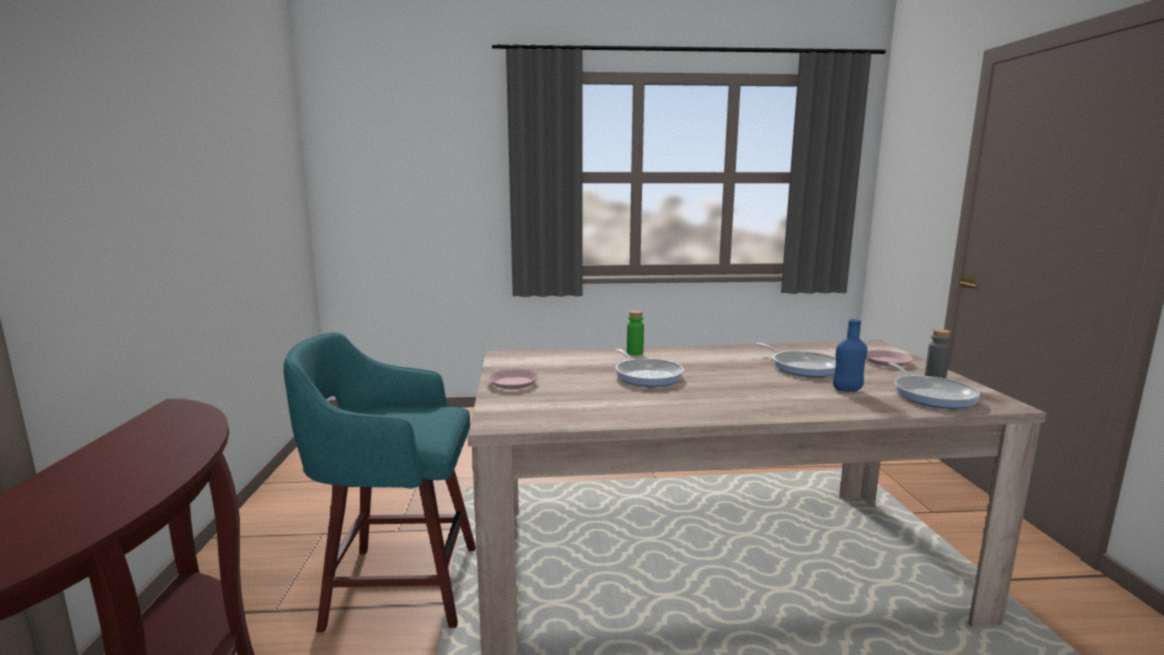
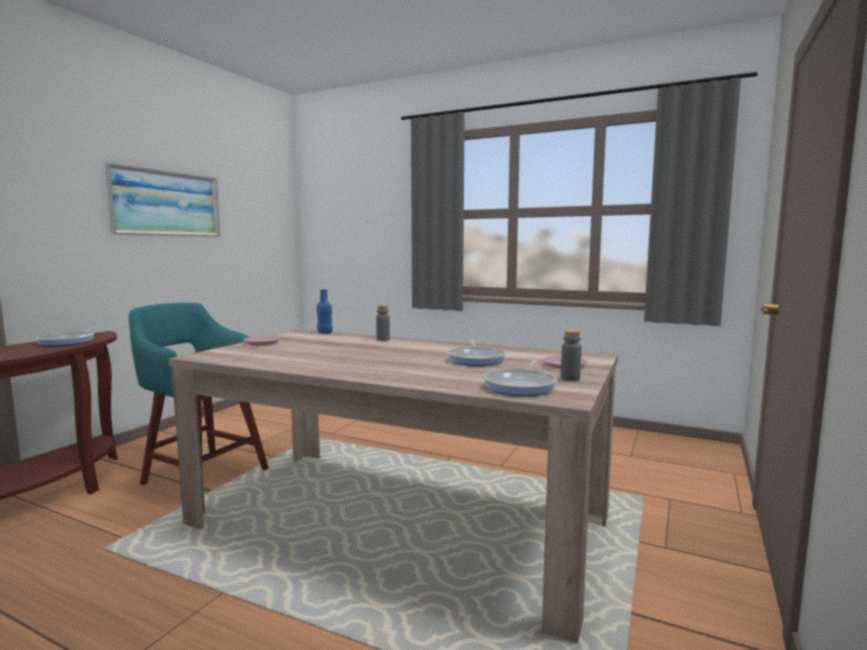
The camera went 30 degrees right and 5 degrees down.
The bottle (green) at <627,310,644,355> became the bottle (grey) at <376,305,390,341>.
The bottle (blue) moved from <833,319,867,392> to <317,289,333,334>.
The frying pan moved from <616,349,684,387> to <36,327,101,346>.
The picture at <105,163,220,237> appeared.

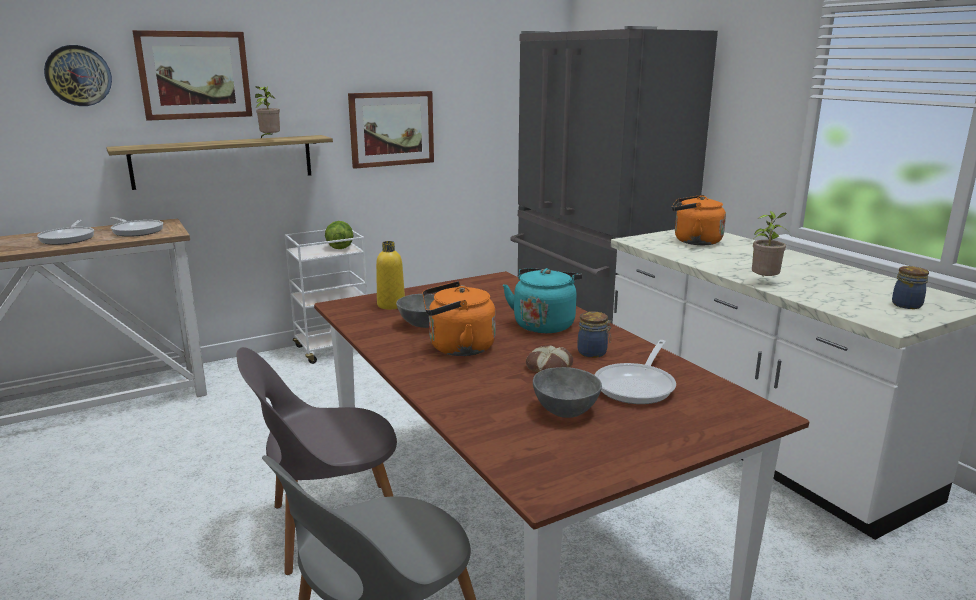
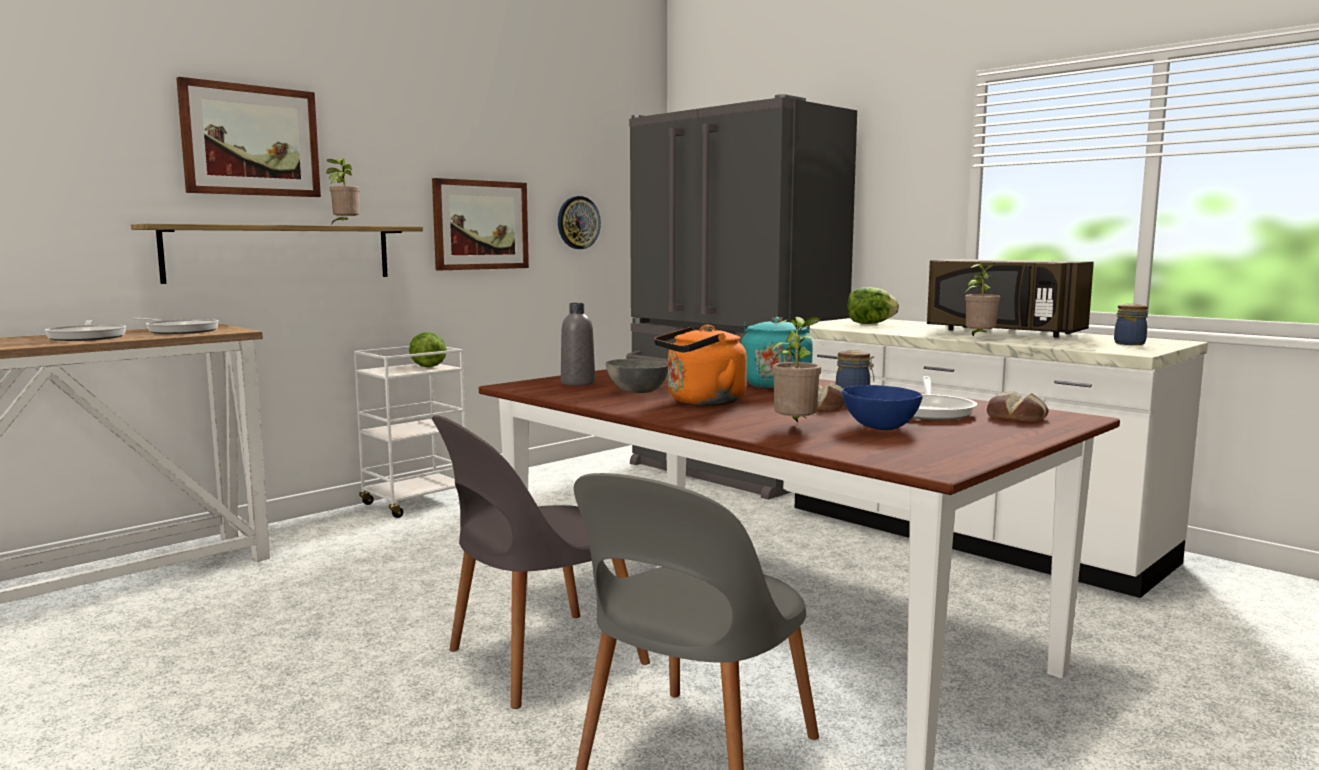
The camera went 15 degrees left and 10 degrees down.
The wall clock moved from <44,45,112,106> to <558,196,601,249>.
The kettle (orange) at <672,195,726,245> was replaced by the lettuce at <848,287,899,324>.
The bottle (yellow) at <376,241,405,310> became the bottle (grey) at <561,303,595,386>.
The bowl (grey) at <533,367,602,418> became the bowl (blue) at <842,385,923,430>.
The microwave (brown) at <927,259,1094,337> appeared.
The potted plant at <771,317,823,422> appeared.
The bread at <987,391,1048,422> appeared.

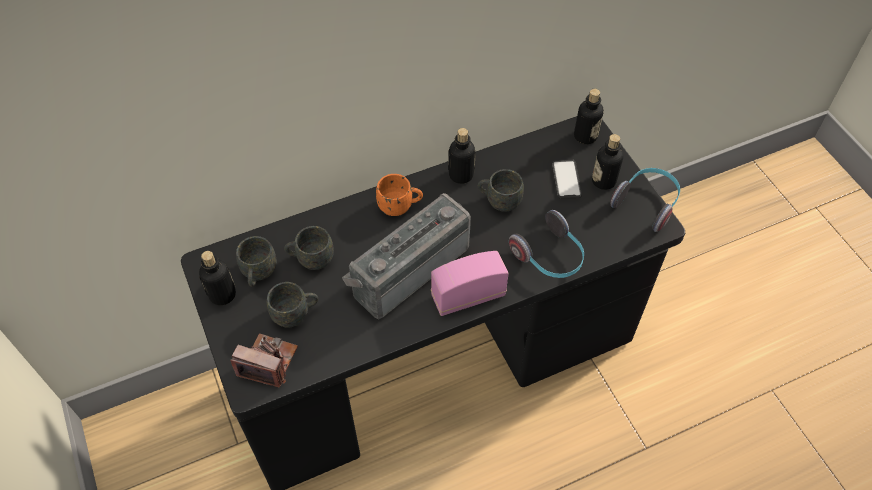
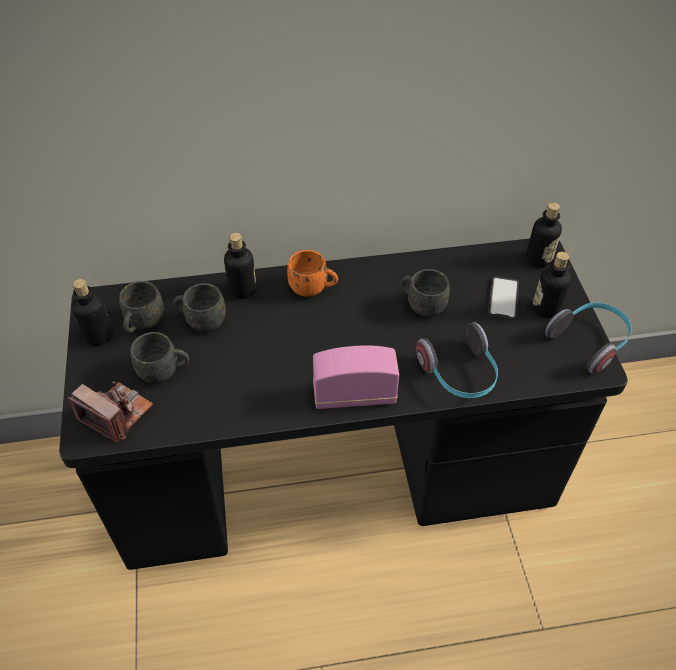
The camera went 15 degrees right and 5 degrees down.
The bottle moved from <448,128,476,184> to <224,233,256,299>.
The radio at <342,193,471,319> disappeared.

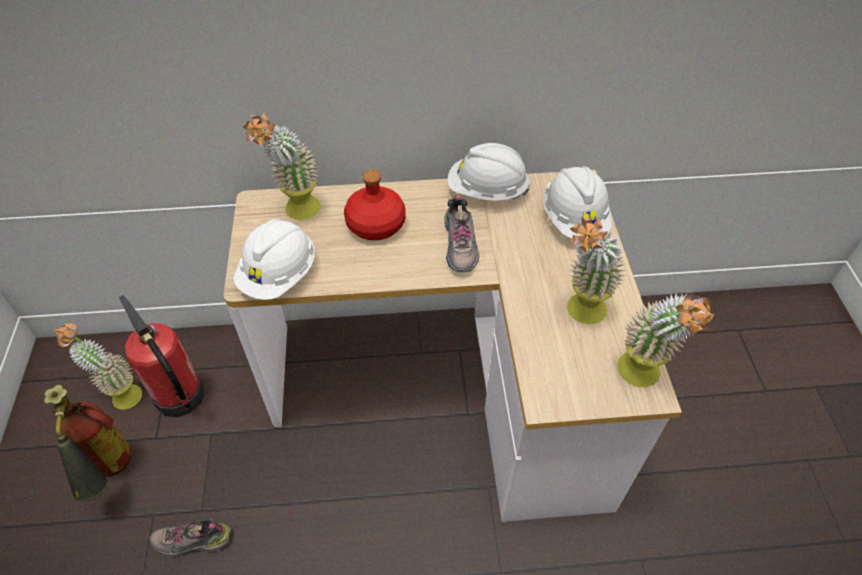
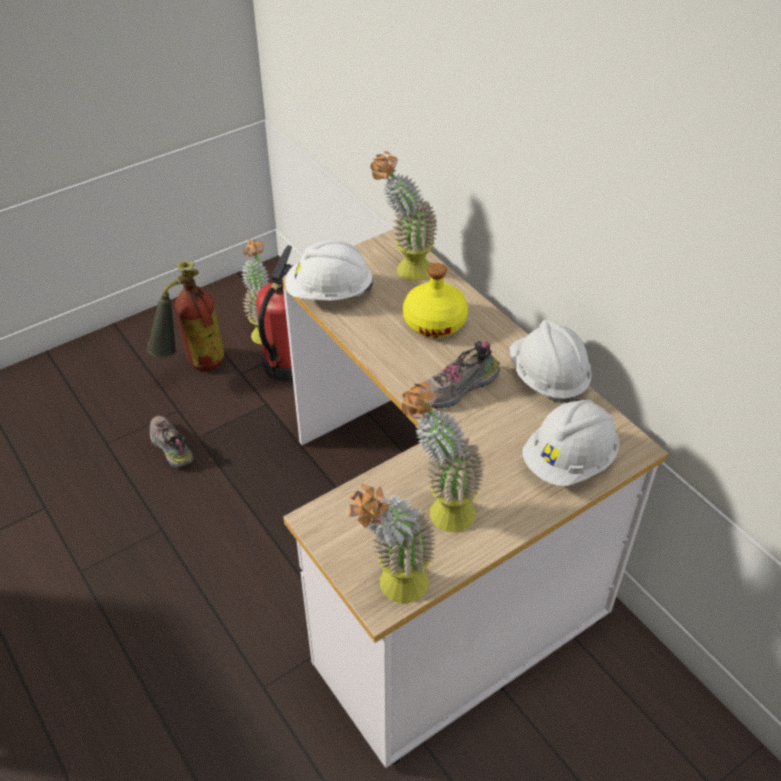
The camera went 60 degrees right and 5 degrees down.
The bottle (red) at <344,170,406,240> became the bottle (yellow) at <403,263,468,338>.

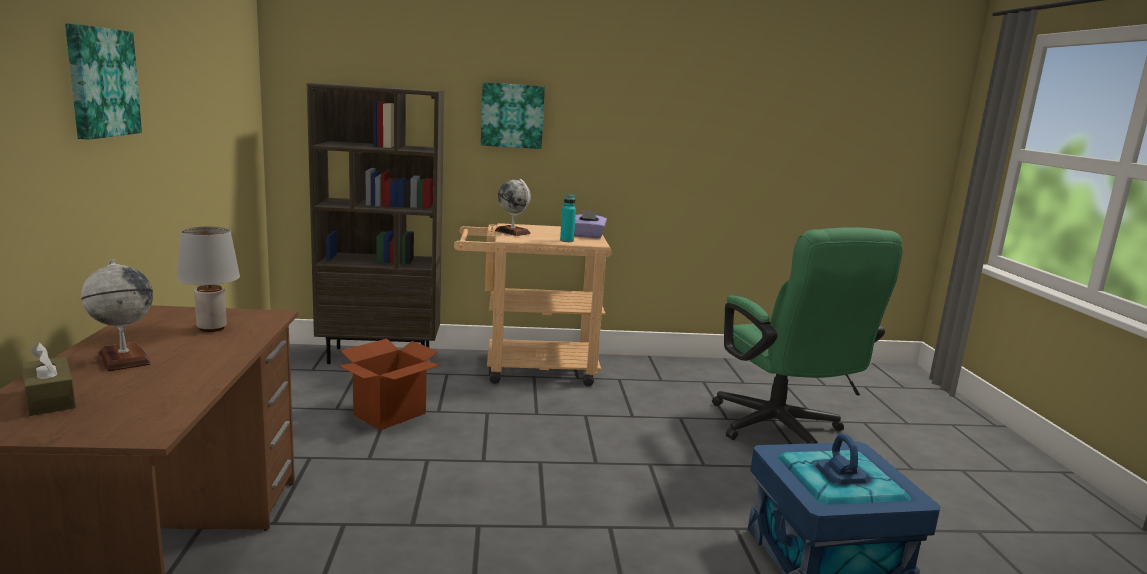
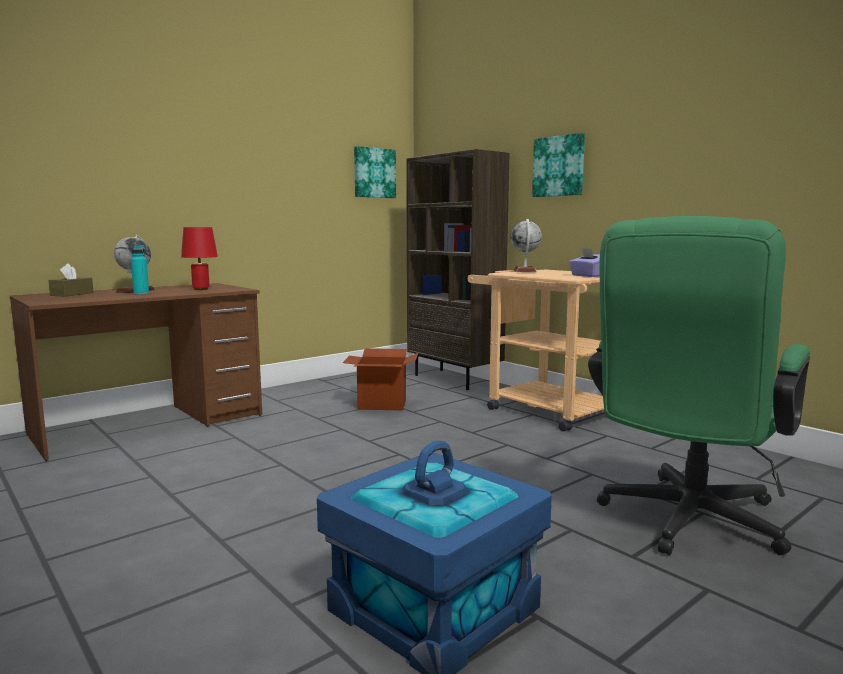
The camera went 55 degrees right and 5 degrees down.
The picture moved from <65,23,142,140> to <354,146,396,198>.
The bottle (turquoise) moved from <560,194,576,242> to <131,245,149,295>.
The table lamp (grey) at <177,227,240,332> became the table lamp (red) at <181,227,218,290>.

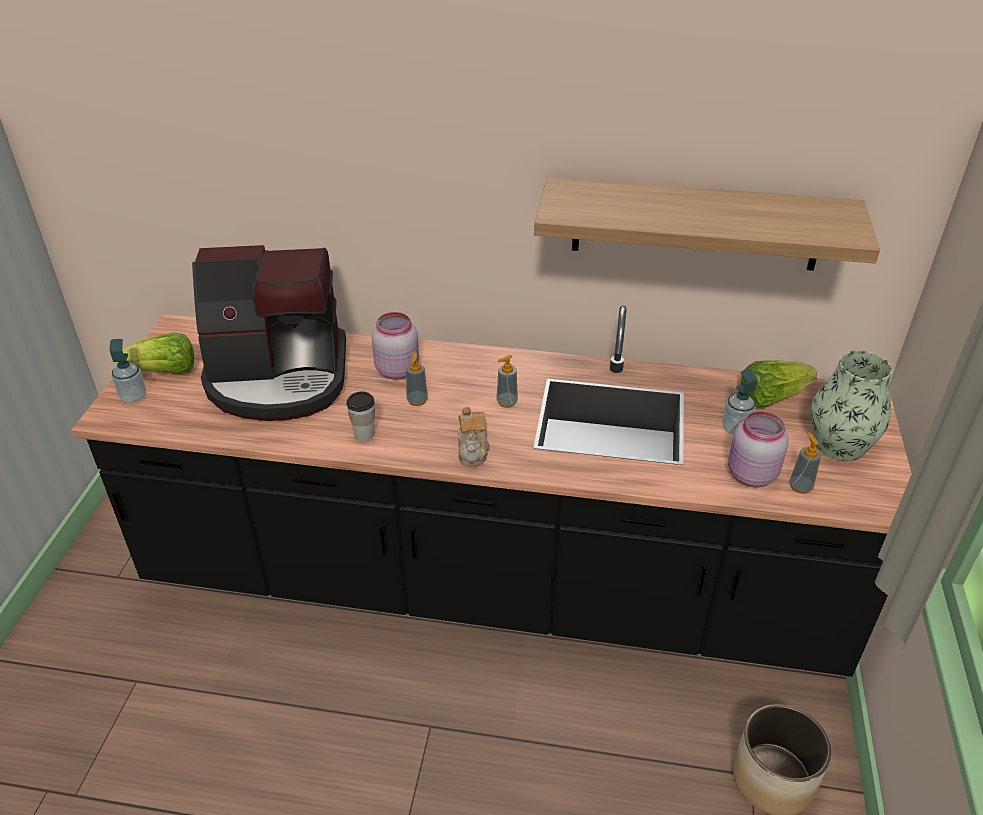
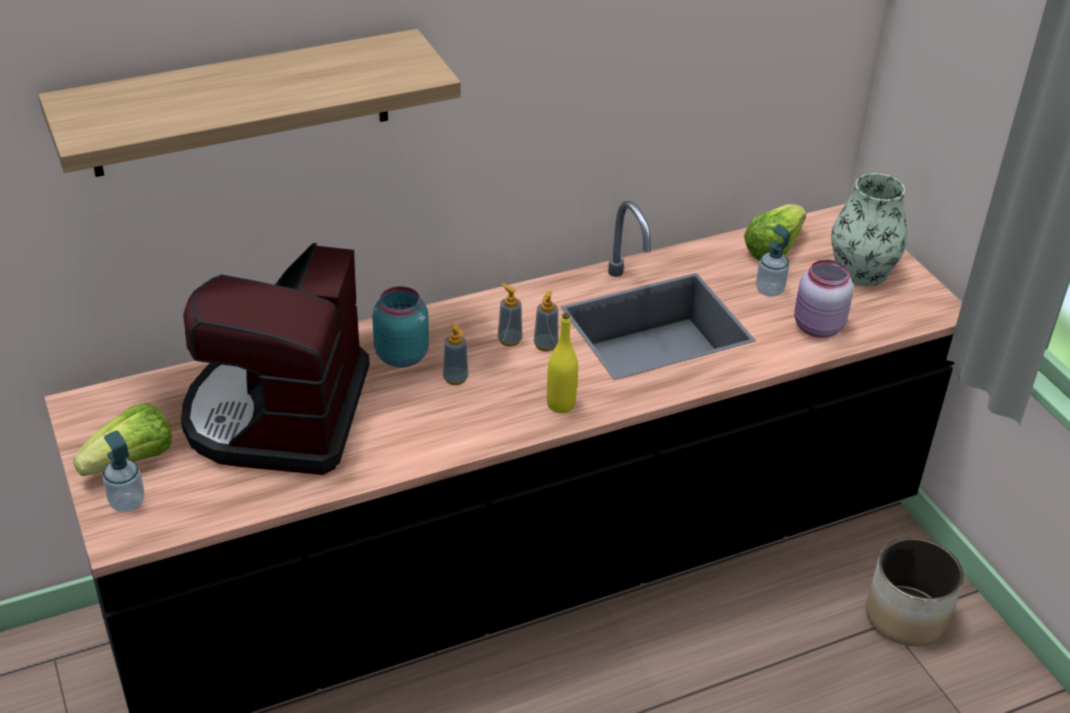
The camera went 35 degrees left and 0 degrees up.
The shelf moved from <534,177,880,271> to <38,29,461,177>.
The coffee machine at <192,245,346,421> turned 135 degrees clockwise.
The jar (pink) at <371,312,419,380> became the jar (turquoise) at <372,286,429,368>.
The cup at <346,391,375,441> disappeared.
The teapot at <458,407,490,467> was replaced by the bottle (yellow) at <547,313,578,413>.
The soap dispenser moved from <789,432,821,494> to <498,283,522,347>.

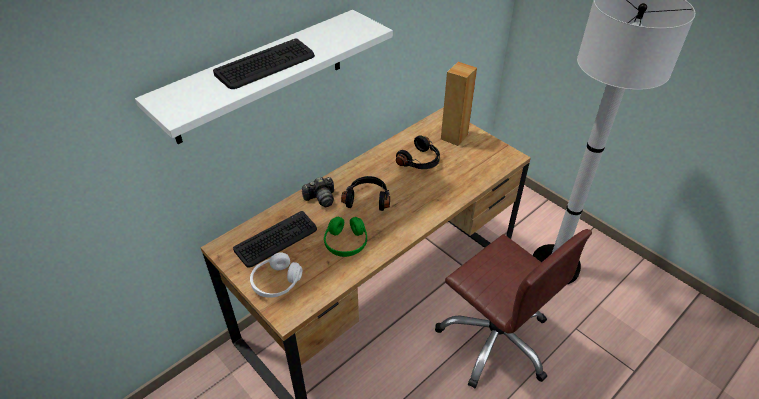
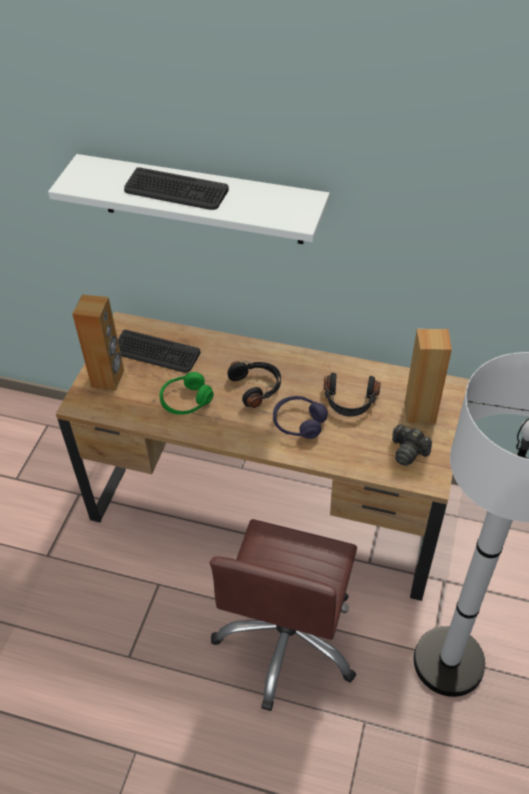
The camera went 60 degrees right and 5 degrees up.
The photo camera moved from <302,177,334,207> to <392,424,432,466>.
The headphones (white) at <250,252,302,298> was replaced by the speaker (brown) at <72,295,124,391>.
The headphones (purple) at <273,396,328,439> appeared.

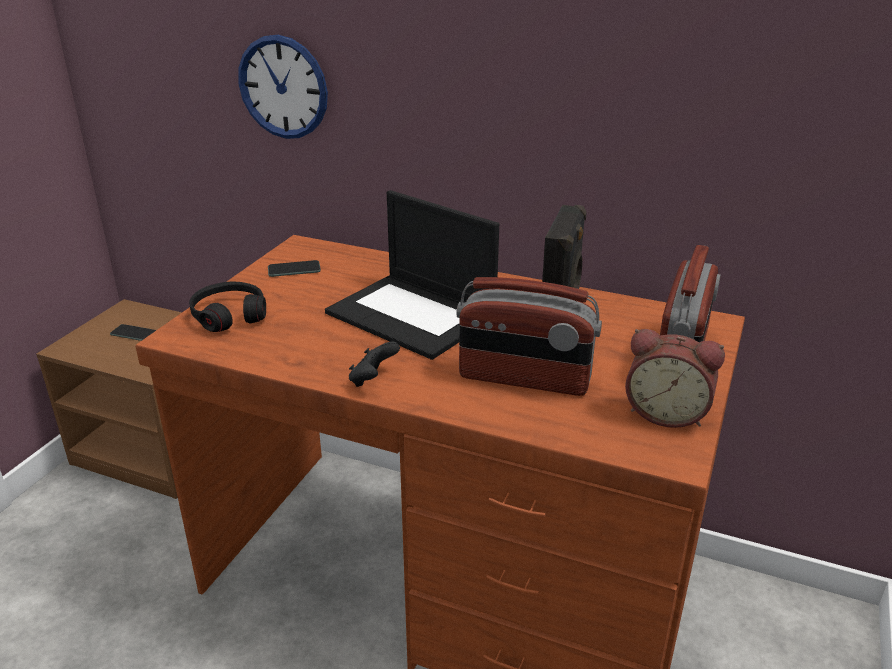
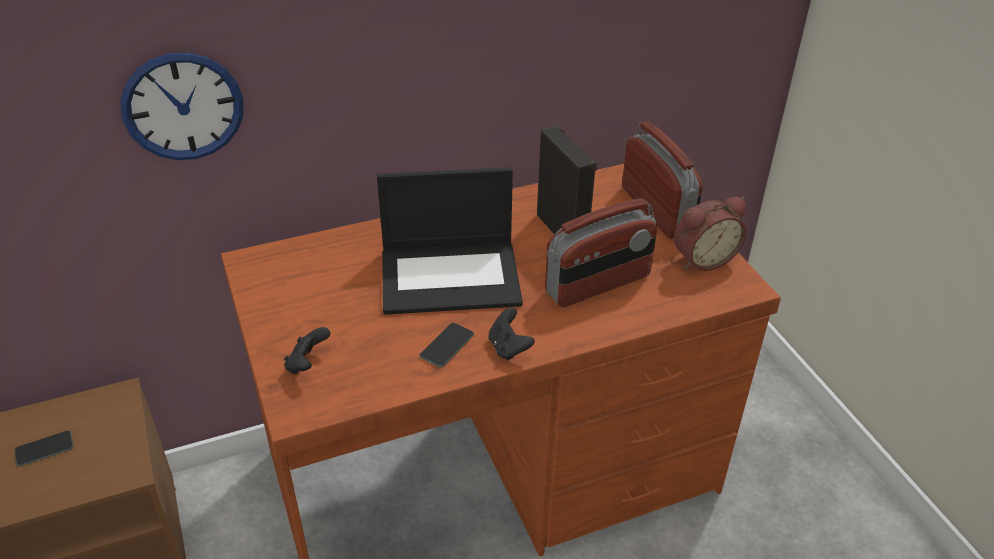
The camera went 45 degrees left and 10 degrees up.
The phone moved from <268,260,321,277> to <419,323,474,367>.
The headphones (black) at <189,282,266,332> was replaced by the game controller (black) at <284,327,330,374>.

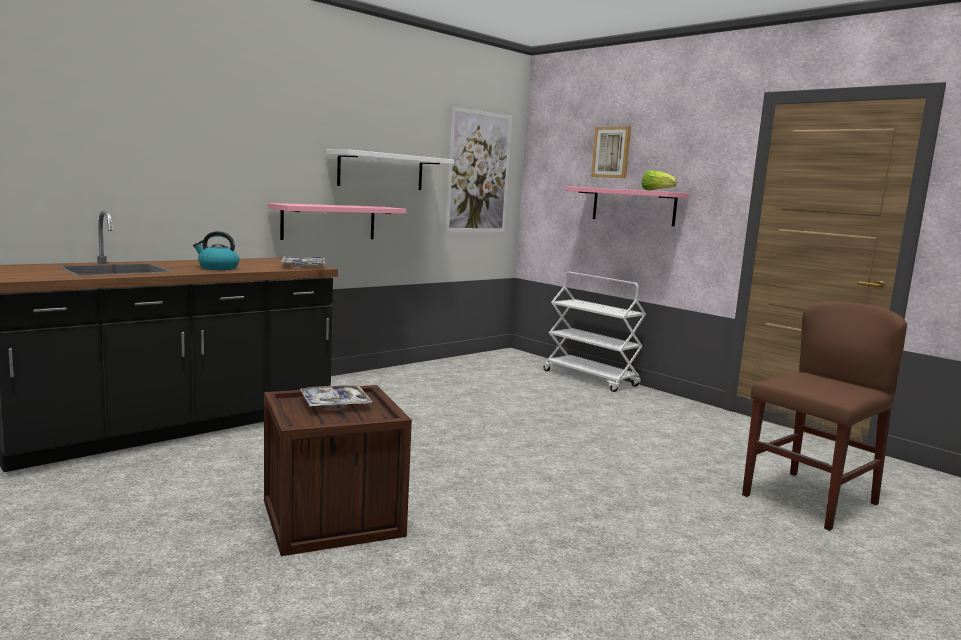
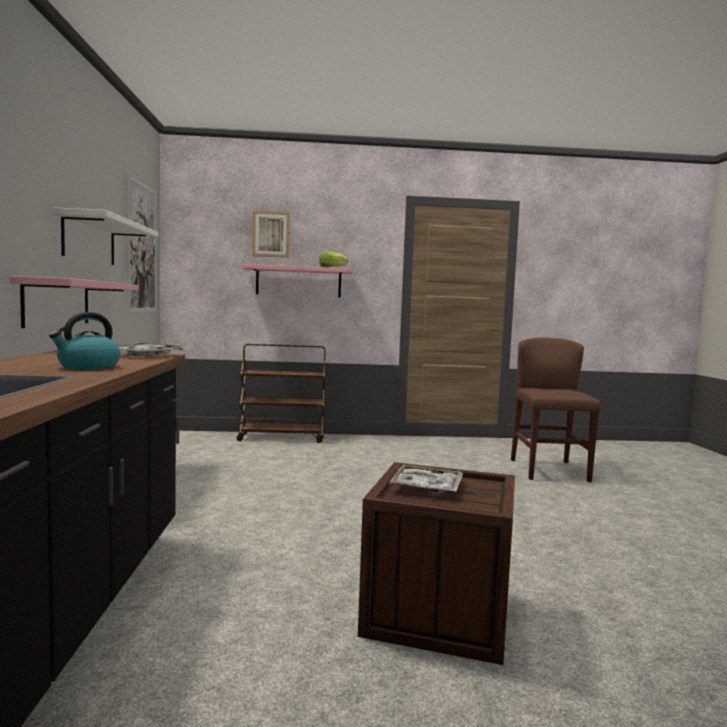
The camera went 50 degrees left and 5 degrees down.
The cart (white) at <543,272,646,392> became the cart (brown) at <237,344,326,443>.

